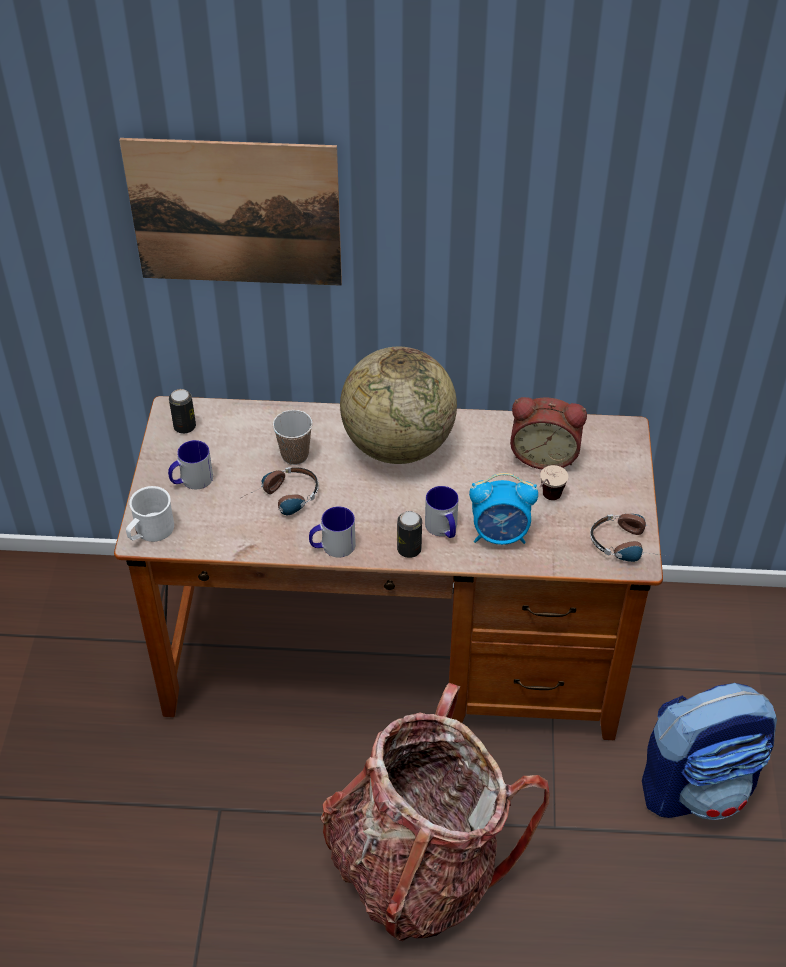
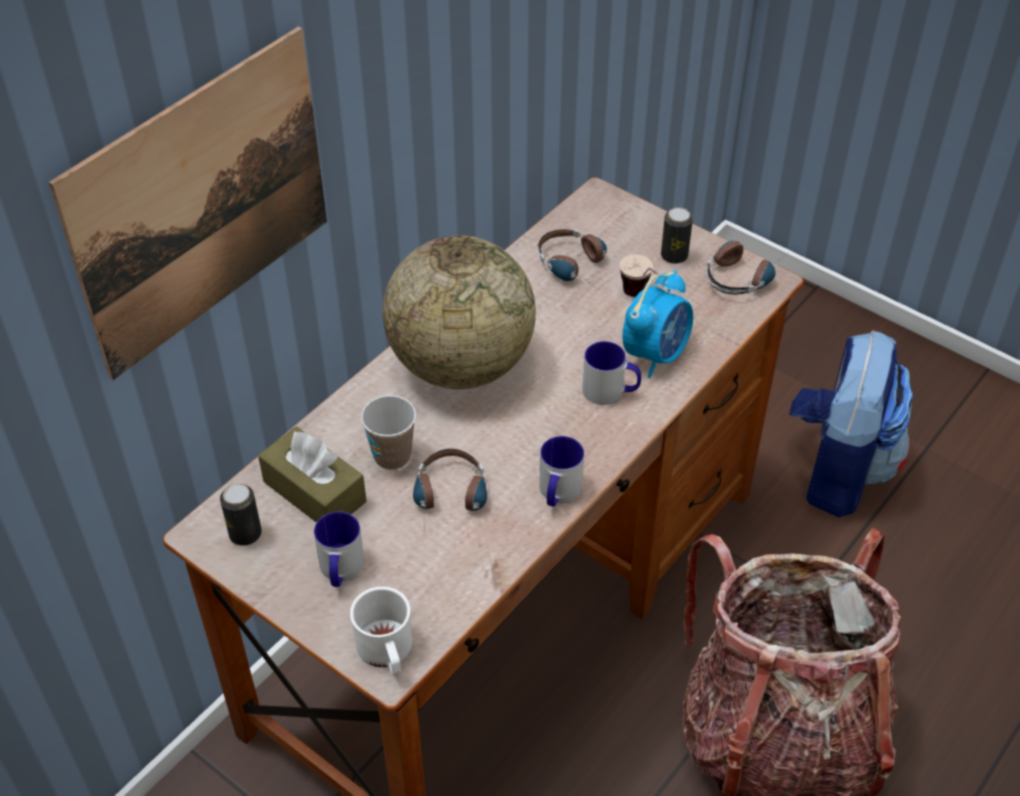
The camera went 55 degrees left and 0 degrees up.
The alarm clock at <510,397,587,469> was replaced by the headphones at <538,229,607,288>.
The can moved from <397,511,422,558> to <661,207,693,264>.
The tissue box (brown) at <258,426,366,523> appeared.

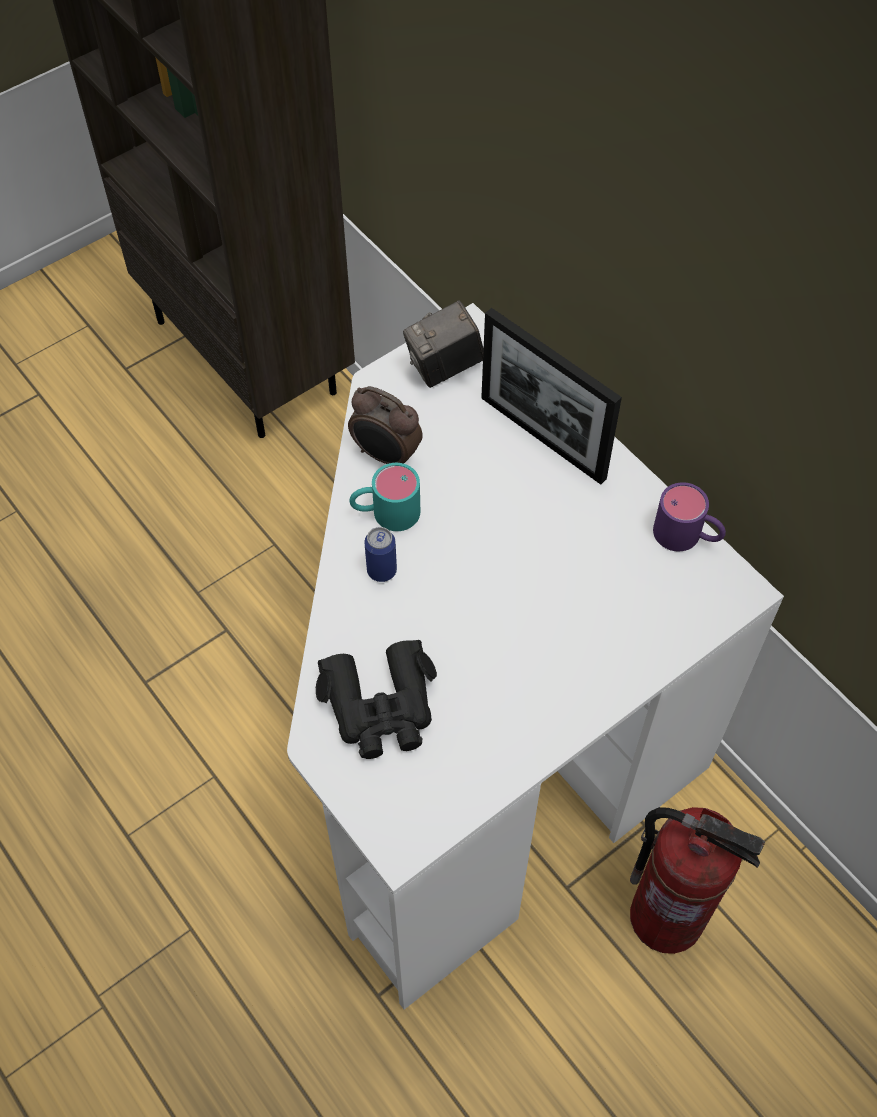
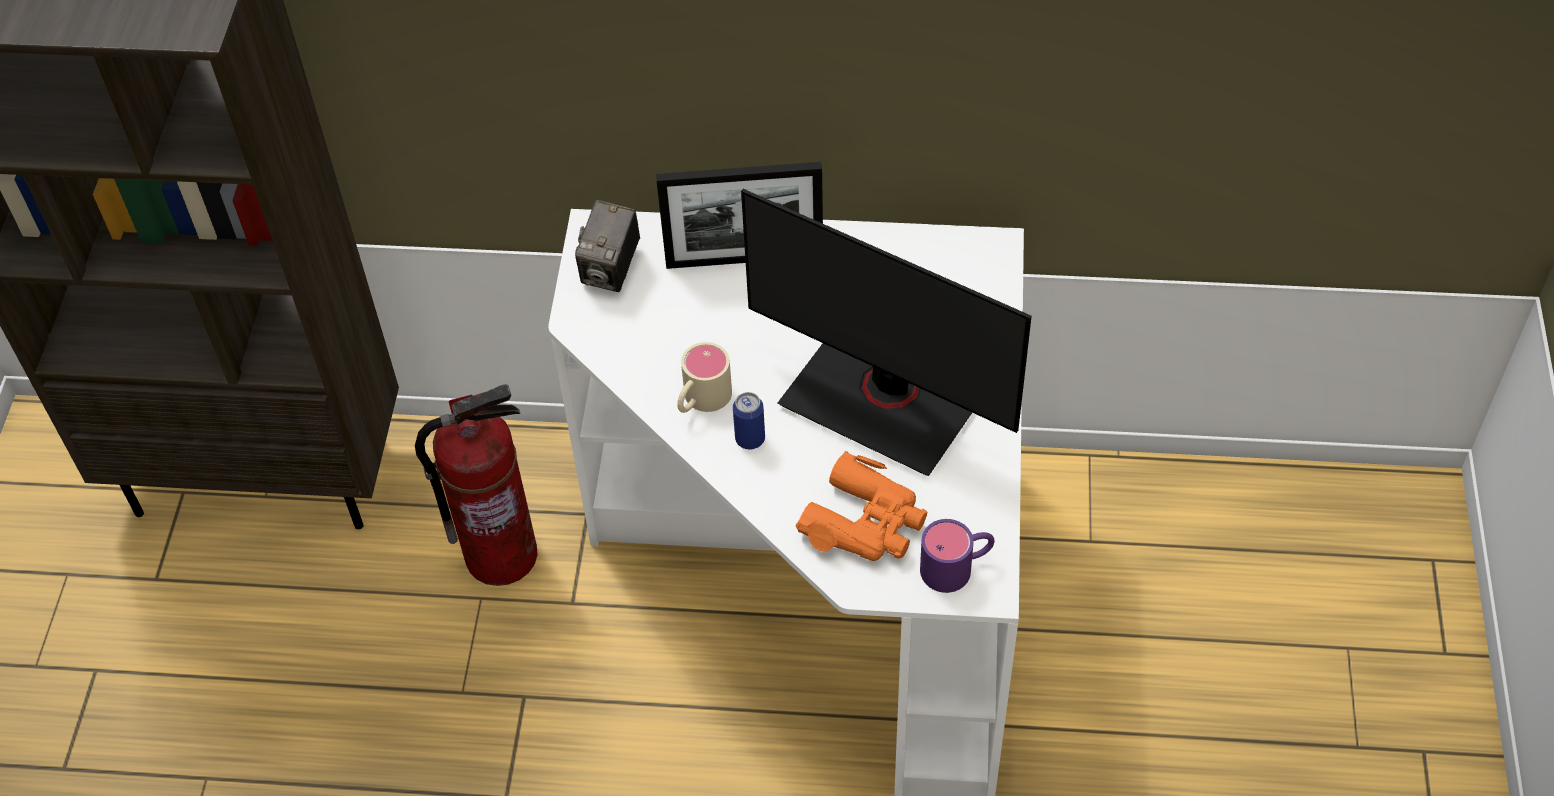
The camera went 45 degrees left and 5 degrees down.
The alarm clock at <348,386,423,464> disappeared.
The mug (turquoise) at <349,463,420,531> became the mug (beige) at <677,342,732,413>.
The mug (purple) moved from <653,482,726,551> to <920,519,995,593>.
The binoculars (black) at <316,640,437,759> became the binoculars (orange) at <796,451,927,561>.
The fire extinguisher moved from <630,807,765,954> to <415,384,538,586>.
The monitor at <741,189,1032,476> appeared.

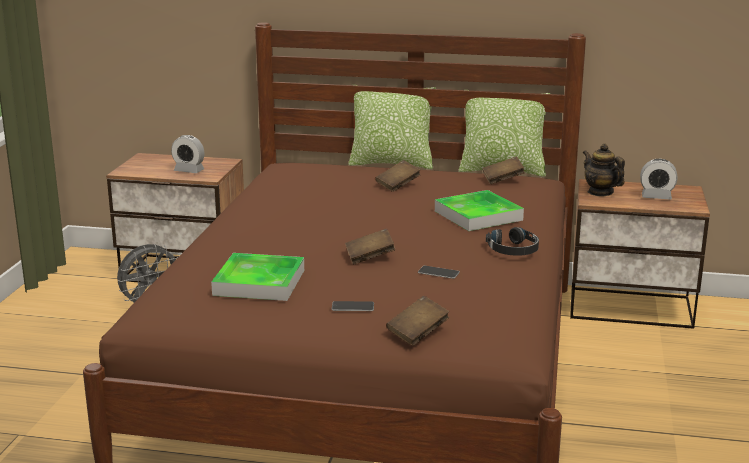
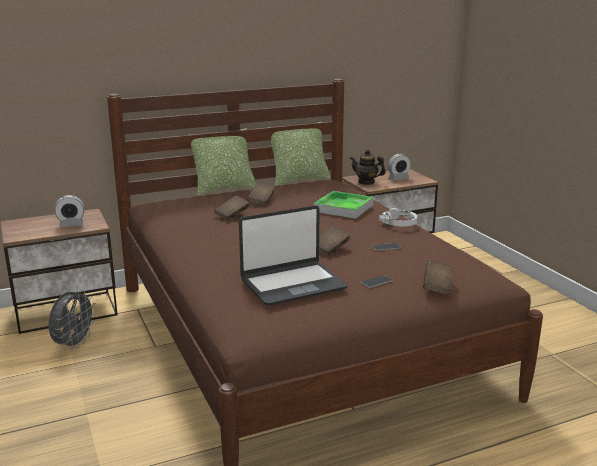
The camera went 35 degrees left and 0 degrees up.
The book (brown) moved from <482,157,525,184> to <214,195,250,221>.
The headphones (black) at <486,227,539,256> became the headphones (white) at <379,208,417,227>.
The tray at <211,253,304,301> was replaced by the laptop at <239,205,347,306>.

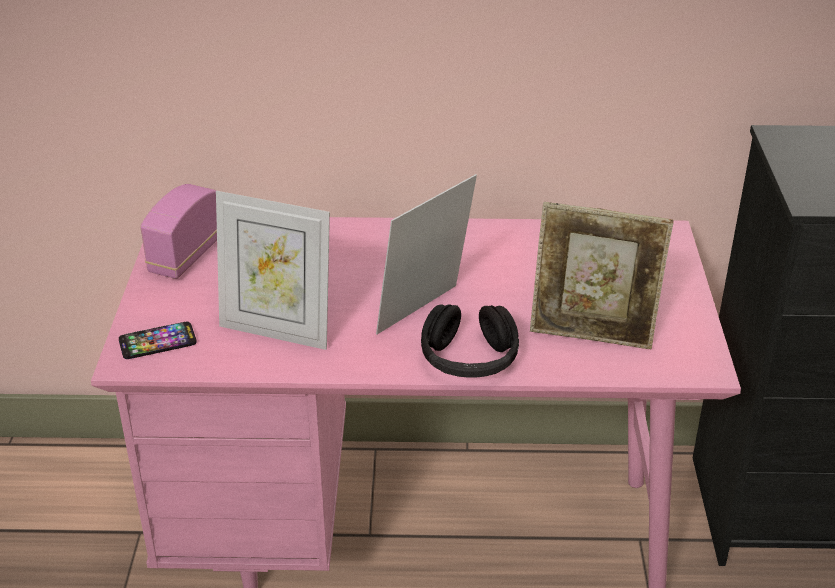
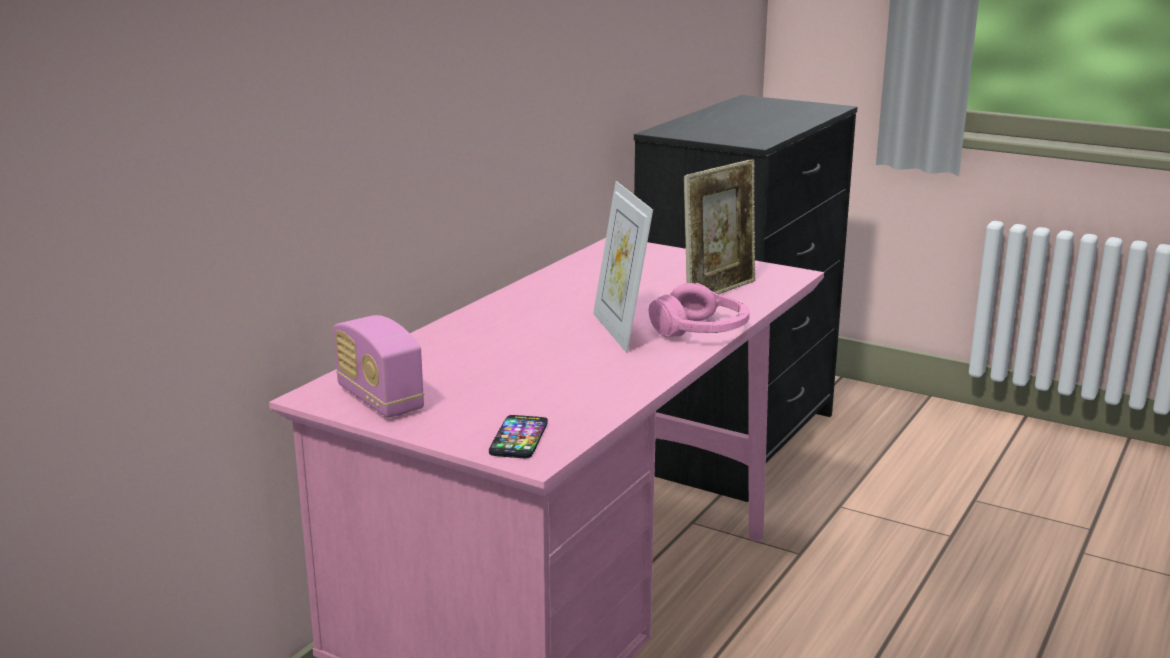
The camera went 60 degrees left and 15 degrees down.
The picture frame at <216,191,330,350> disappeared.
The headphones (black) at <421,304,519,378> became the headphones (pink) at <649,283,750,337>.

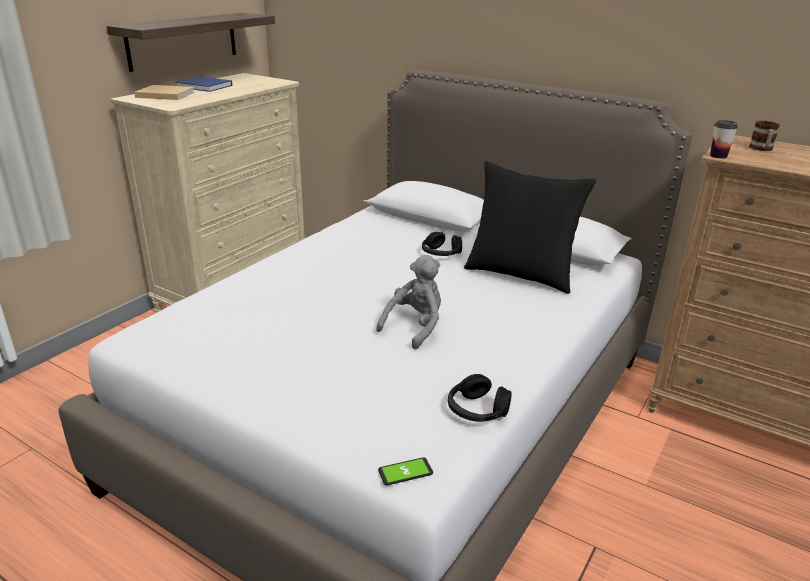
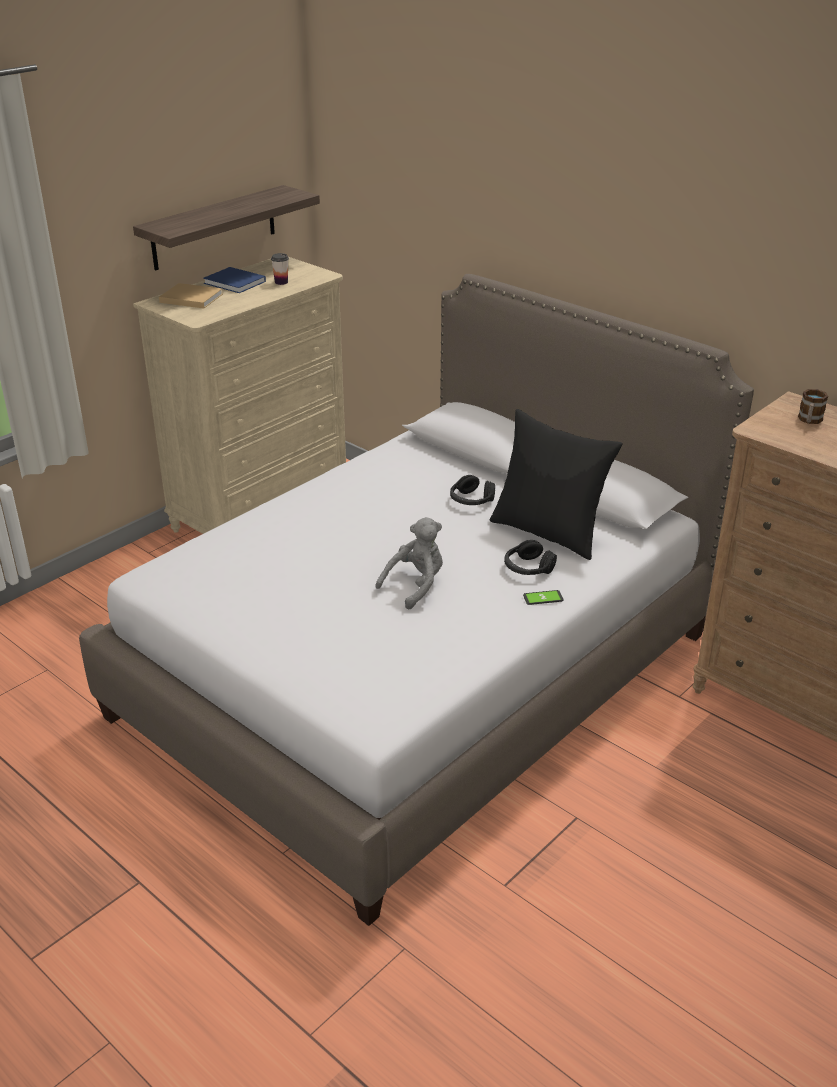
The camera went 10 degrees right and 5 degrees up.
The cup moved from <710,120,738,159> to <271,253,289,285>.
The headphones (black) moved from <448,374,512,422> to <504,540,557,575>.
The phone moved from <378,457,433,485> to <523,590,564,605>.

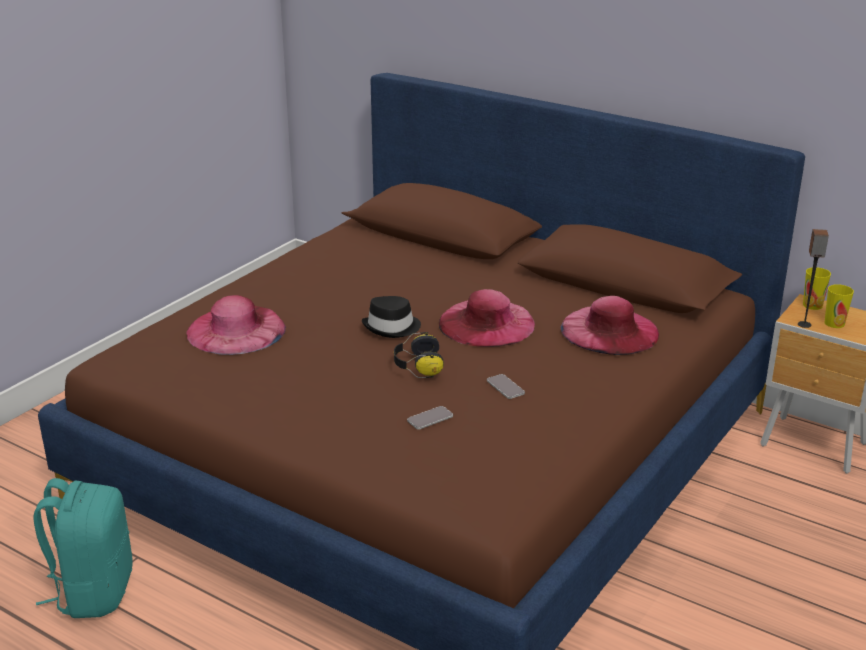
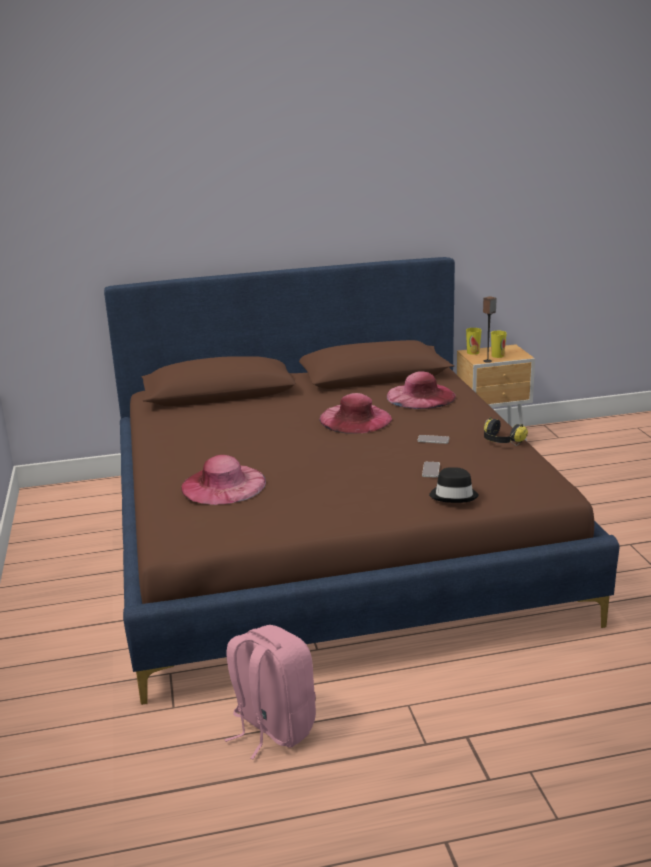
The camera went 45 degrees left and 5 degrees down.
The hat (black) moved from <362,296,421,338> to <429,467,479,503>.
The headphones moved from <394,332,444,378> to <484,417,528,446>.
The backpack (turquoise) at <34,478,133,618> became the backpack (pink) at <225,625,316,759>.

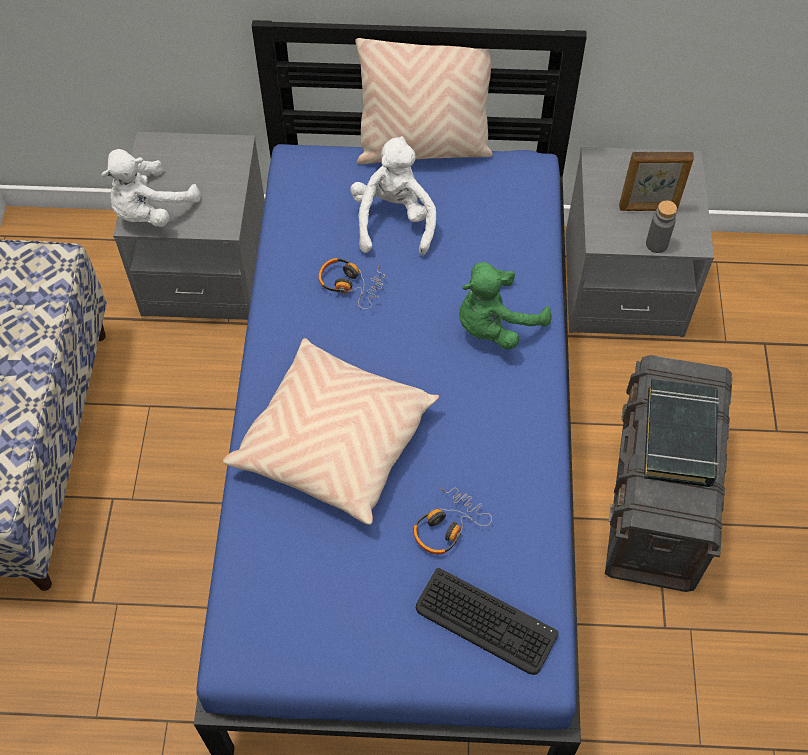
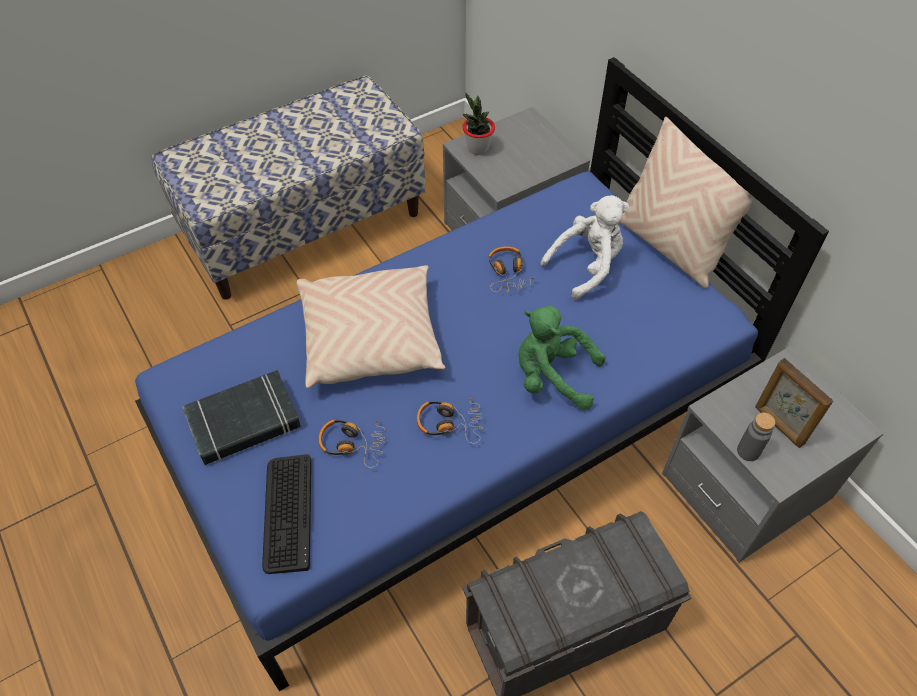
The camera went 55 degrees right and 5 degrees down.
The plush toy (white) at <101,149,201,227> was replaced by the potted plant at <463,93,495,155>.
The book (black) moved from <644,379,719,487> to <182,370,301,465>.
The headphones at <417,396,483,444> appeared.

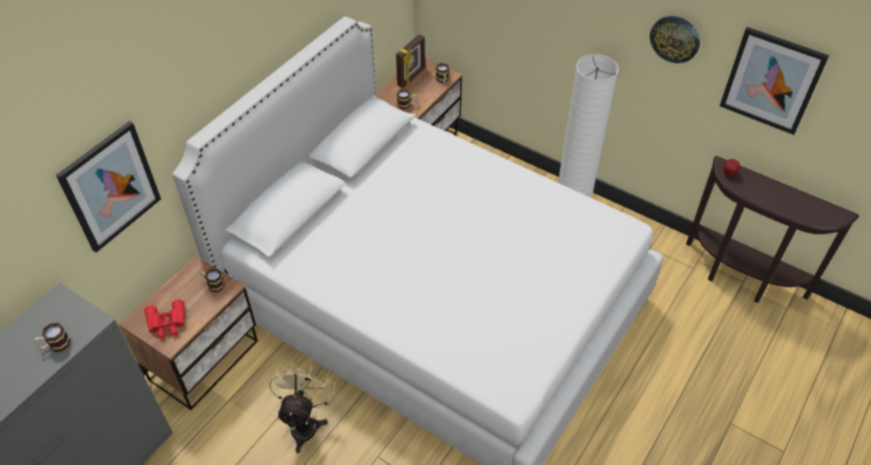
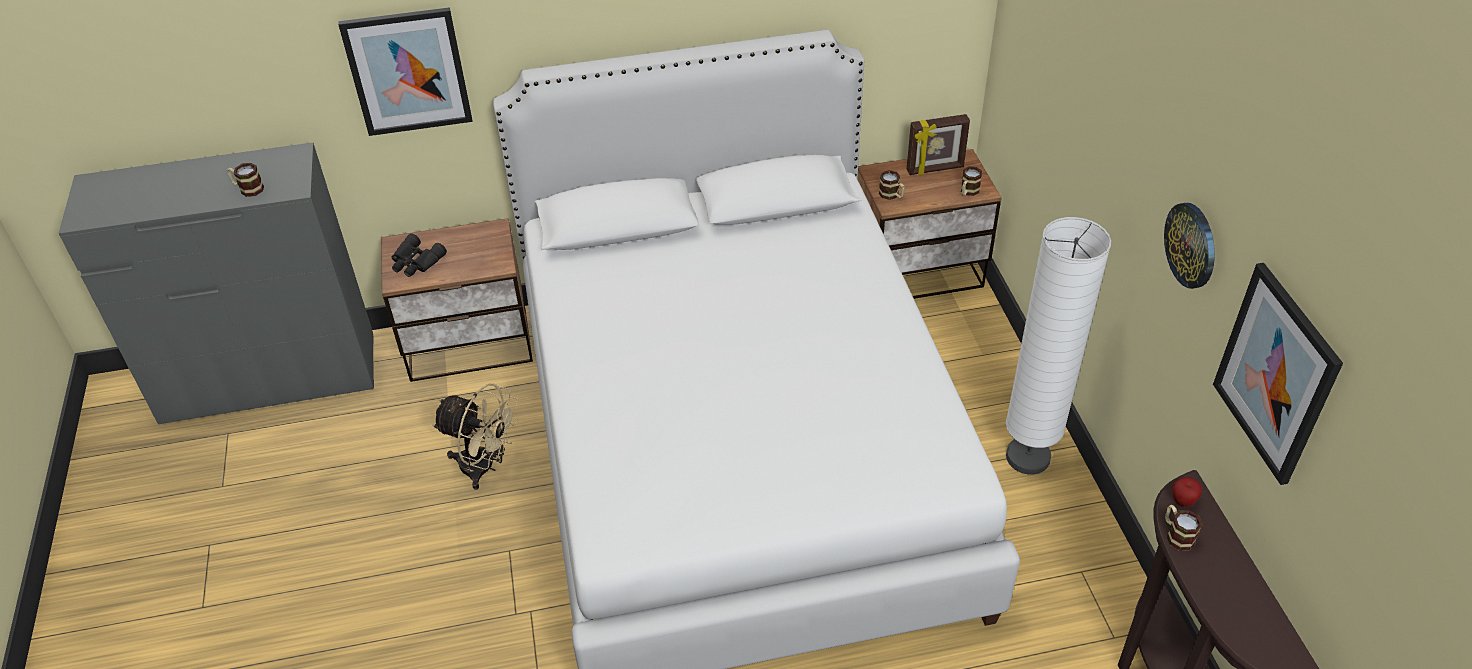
The camera went 45 degrees right and 5 degrees down.
The mug moved from <200,269,225,292> to <1165,505,1203,551>.
The binoculars (red) at <144,300,185,339> became the binoculars (black) at <392,233,447,277>.
The fan (beige) at <269,361,335,453> turned 60 degrees clockwise.

